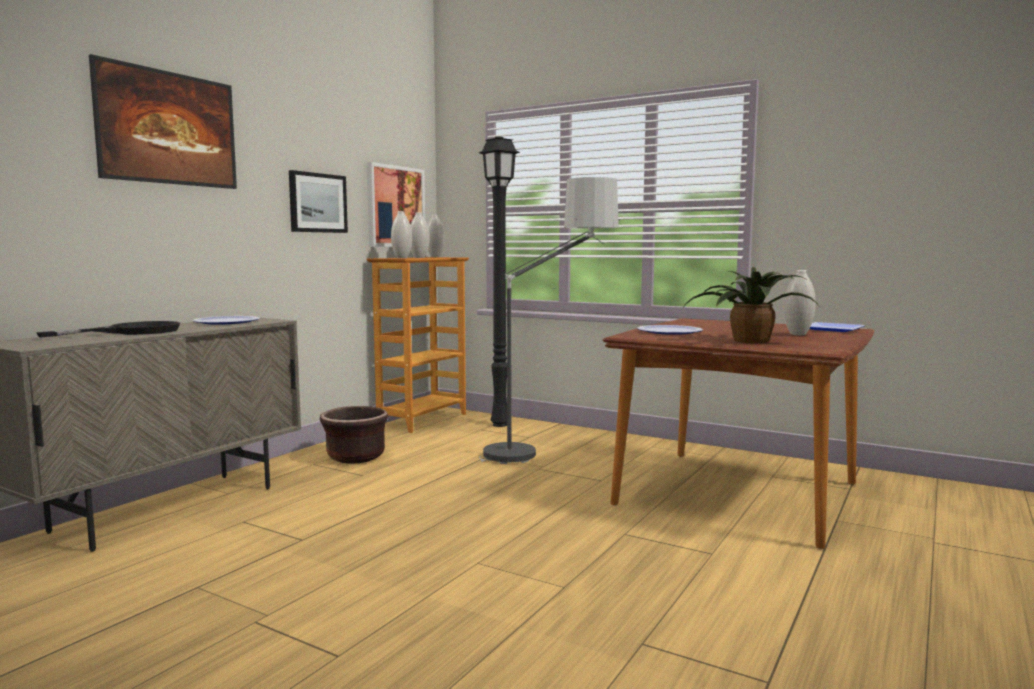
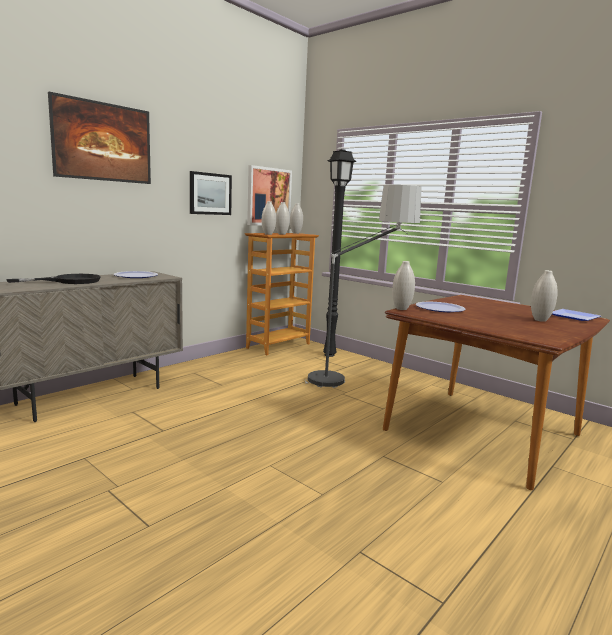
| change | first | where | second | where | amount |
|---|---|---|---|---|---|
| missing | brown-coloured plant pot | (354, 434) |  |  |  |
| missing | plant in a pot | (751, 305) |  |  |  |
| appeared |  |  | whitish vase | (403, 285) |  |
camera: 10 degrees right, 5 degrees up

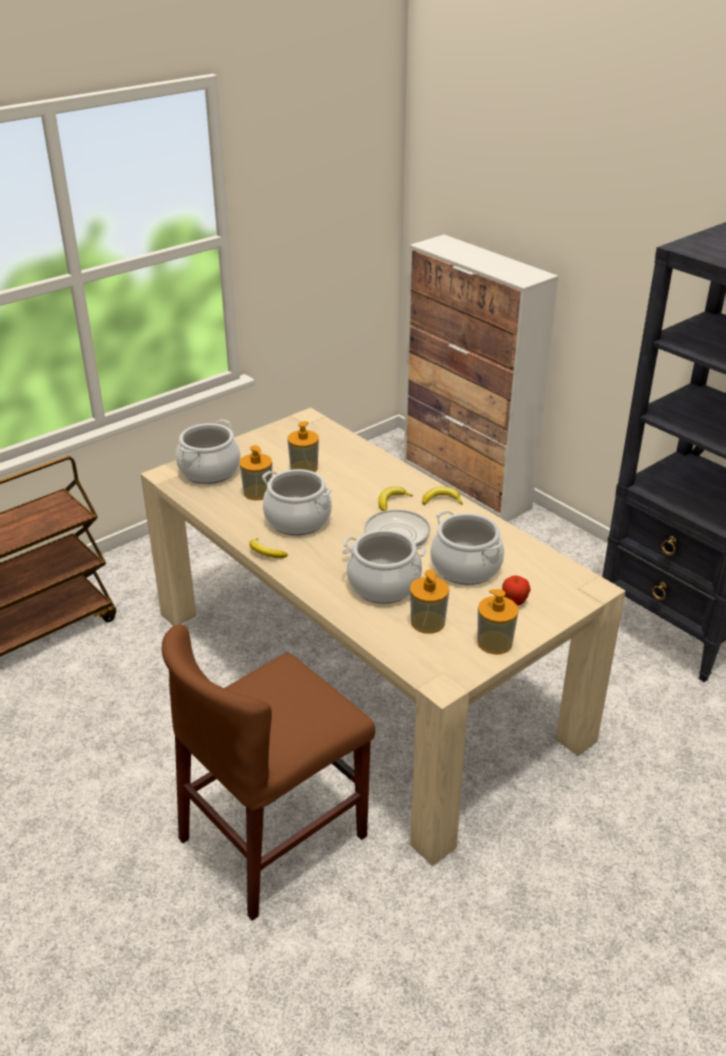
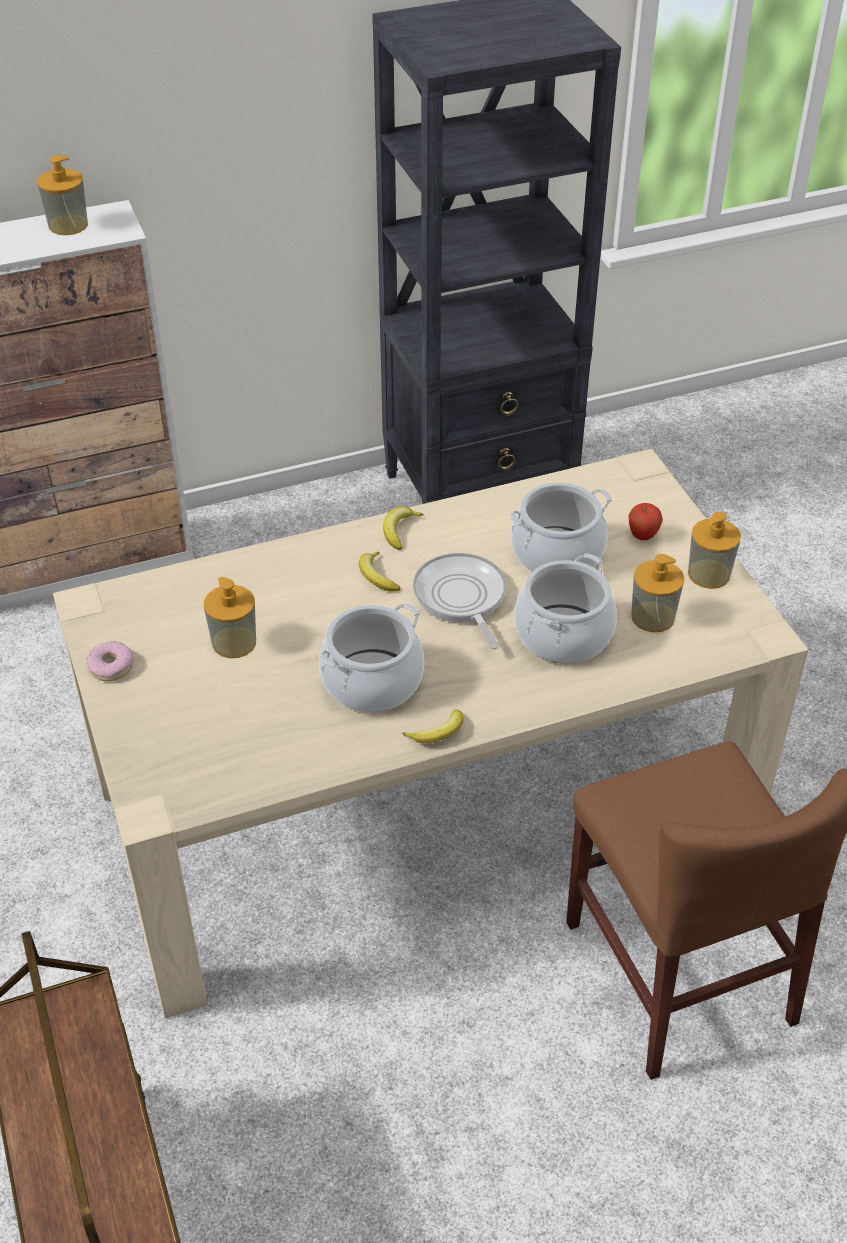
| change | first | where | second | where | amount |
|---|---|---|---|---|---|
| missing | stockpot | (208, 452) |  |  |  |
| appeared |  |  | donut | (110, 661) |  |
| relocated | soap dispenser | (255, 472) |  | (62, 195) |  |
camera: 70 degrees left, 10 degrees up

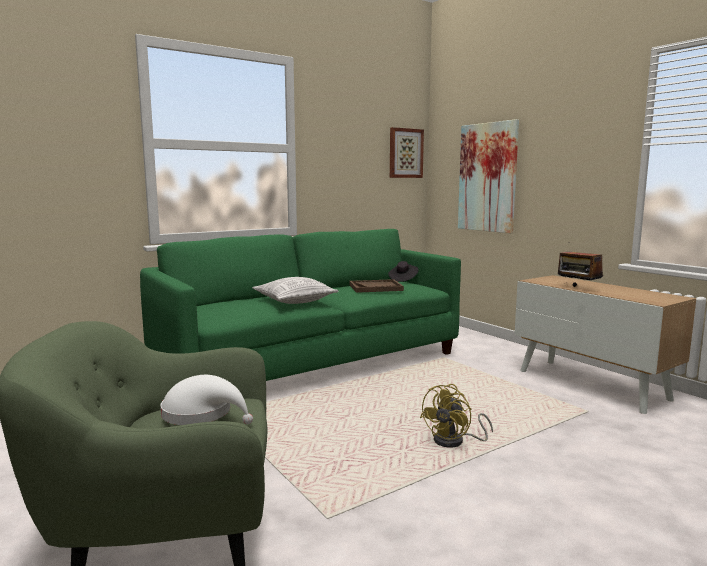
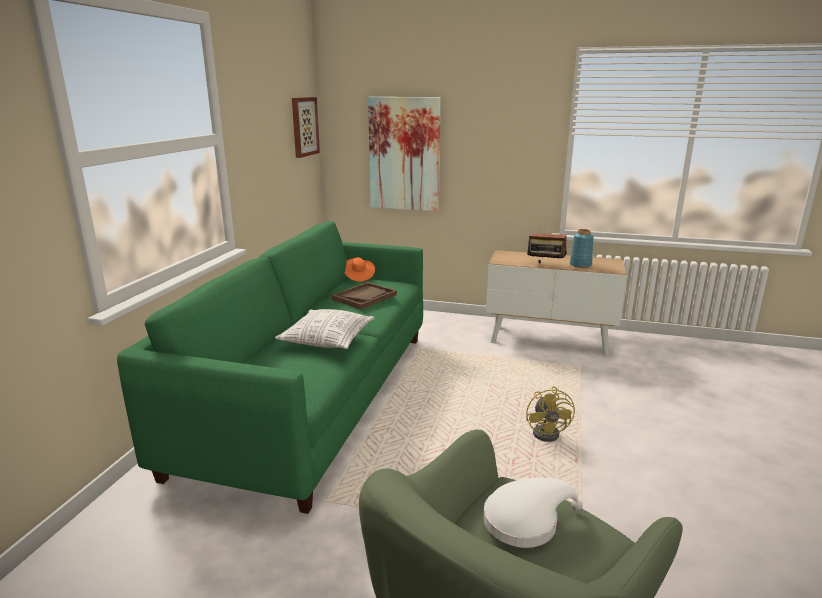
| change | first | where | second | where | amount |
|---|---|---|---|---|---|
| appeared |  |  | blue vase | (582, 248) |  |
| colour | blackish clothing hat | (403, 271) | orange-coloured clothing hat | (359, 269) |  |
camera: 40 degrees left, 10 degrees up

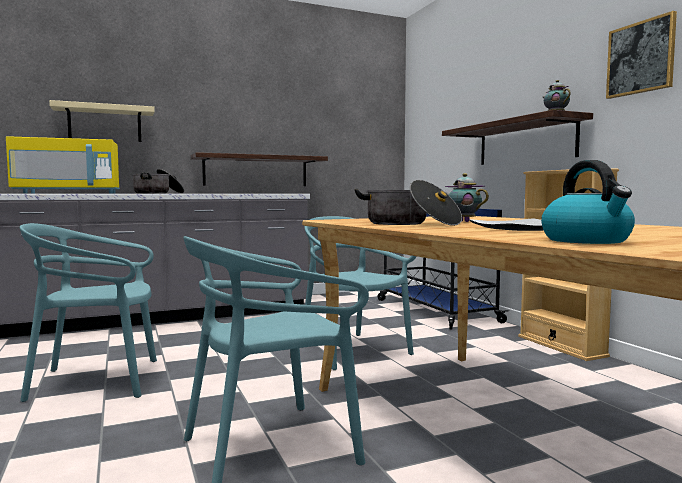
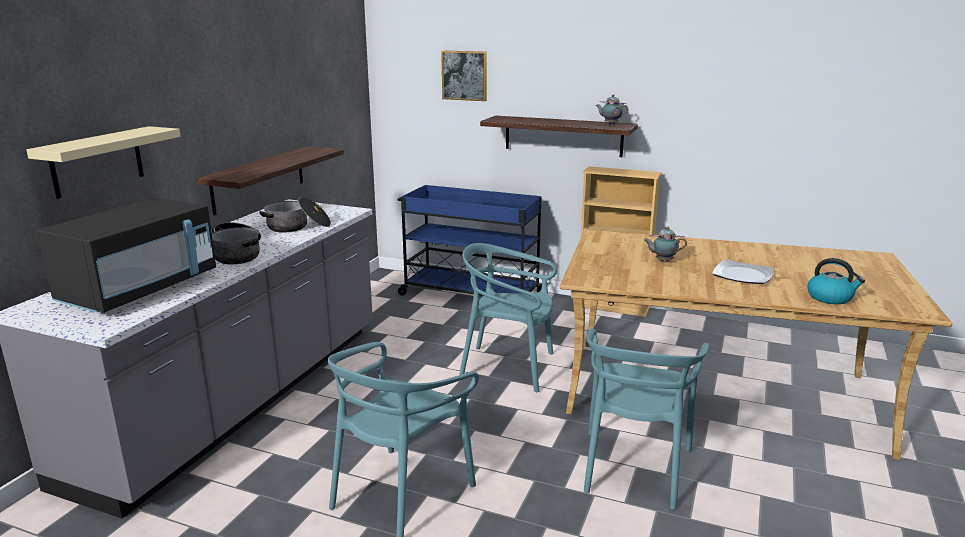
| change | first | where | second | where | amount |
|---|---|---|---|---|---|
| relocated | stockpot | (408, 203) |  | (295, 215) |  |
| relocated | wall picture | (641, 55) |  | (464, 76) |  |
| colour | yellow-coloured microwave | (63, 164) | blackish microwave | (126, 255) |  |
camera: 45 degrees left, 15 degrees up

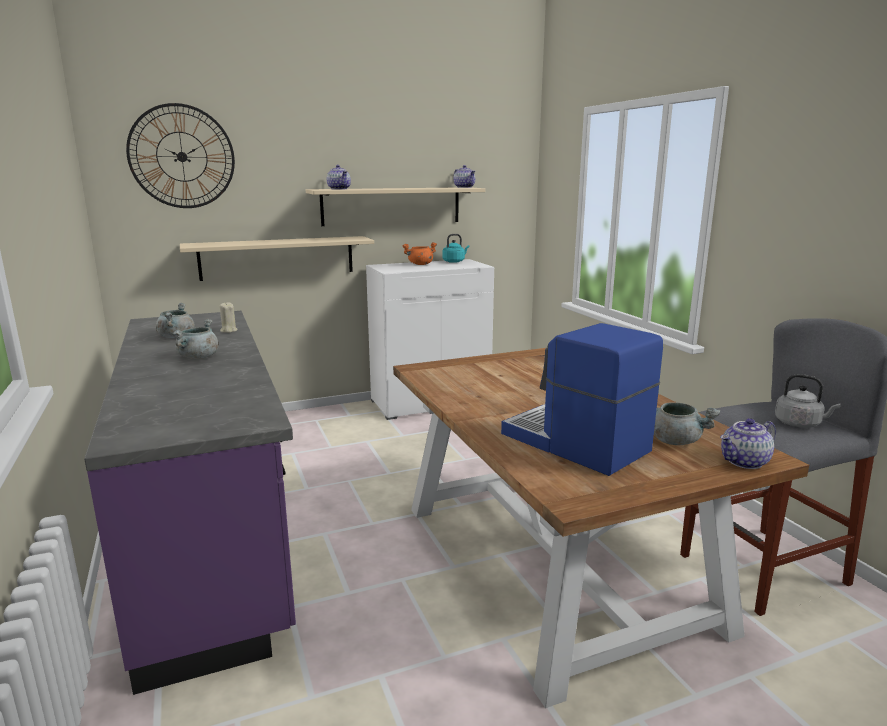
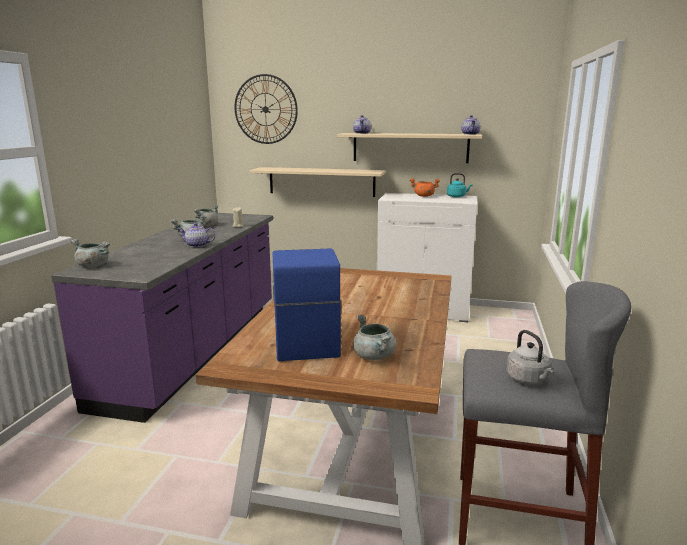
| change | first | where | second | where | amount |
|---|---|---|---|---|---|
| appeared |  |  | grey stockpot | (90, 253) |  |
| relocated | pot for tea | (748, 443) |  | (197, 235) |  |
camera: 35 degrees right, 0 degrees up

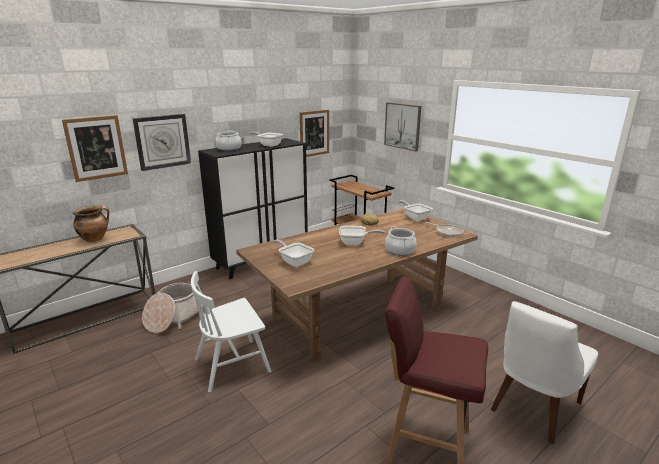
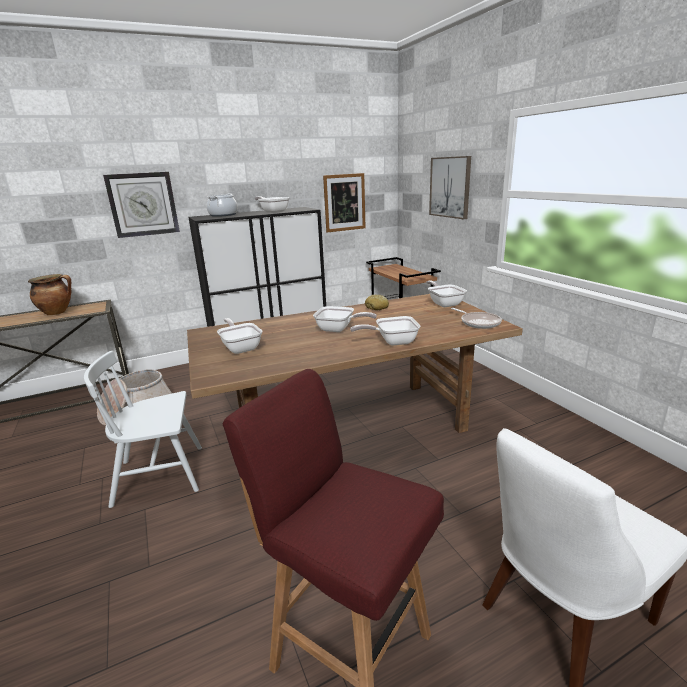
| change | first | where | second | where | amount |
|---|---|---|---|---|---|
| missing | wall picture | (95, 148) |  |  |  |
| exchanged | stockpot | (401, 241) | frying pan | (385, 331) |  |
camera: 15 degrees right, 0 degrees up

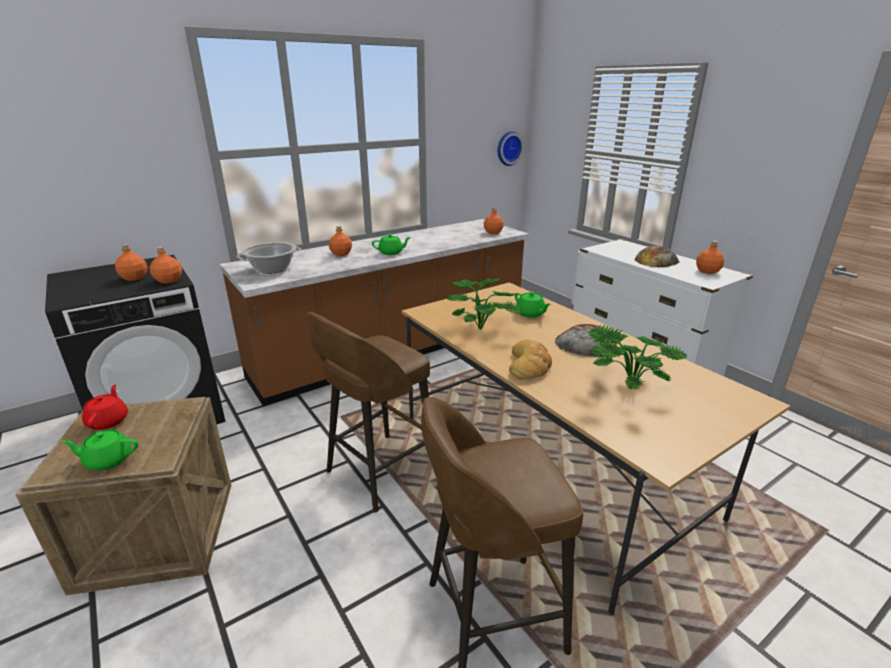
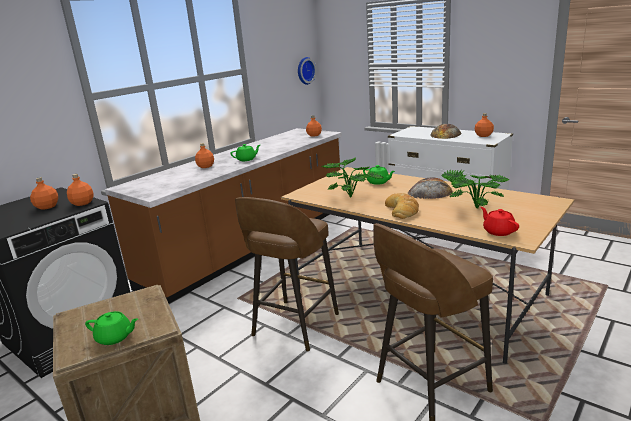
| change | first | where | second | where | amount |
|---|---|---|---|---|---|
| missing | stockpot | (268, 258) |  |  |  |
| relocated | reddish pot for tea | (105, 407) |  | (500, 221) |  |
| spun | greenish pot for tea | (99, 449) |  | (111, 328) | 150 degrees counterclockwise |
camera: 15 degrees left, 5 degrees down

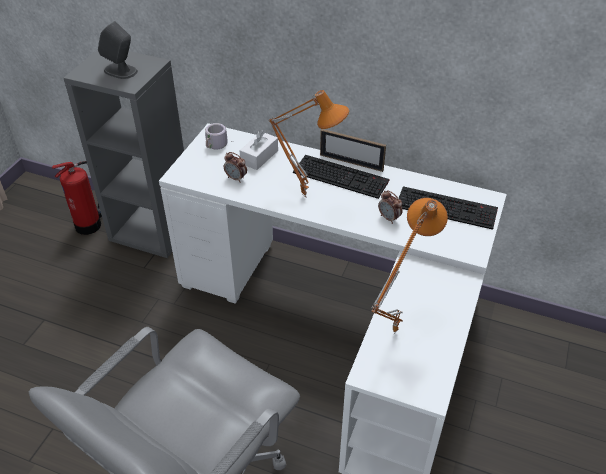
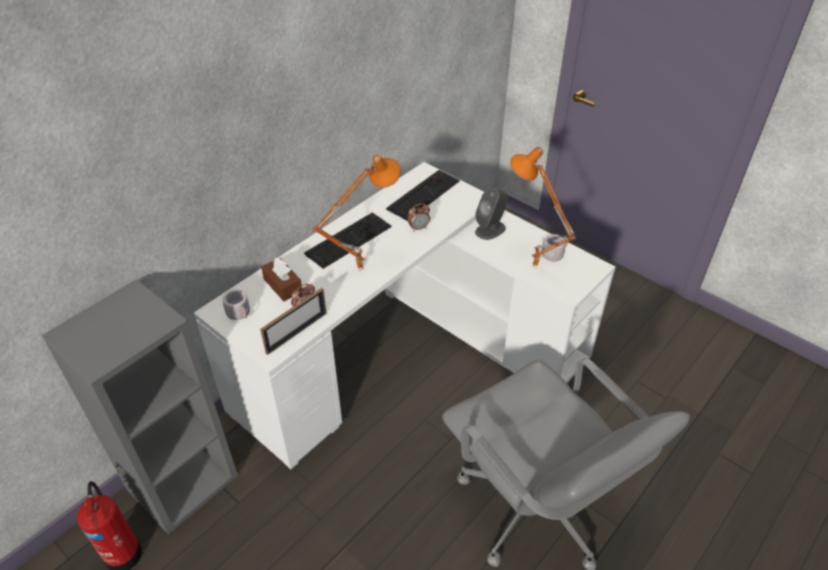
| change | first | where | second | where | amount |
|---|---|---|---|---|---|
| appeared |  |  | grey tea mug | (555, 248) |  |
| relocated | grey speaker | (118, 50) |  | (491, 214) |  |
| relocated | standing frame | (353, 150) |  | (293, 321) |  |
| colour | whitish box of tissues | (258, 149) | brown-coloured box of tissues | (281, 279) |  |
camera: 70 degrees left, 0 degrees up

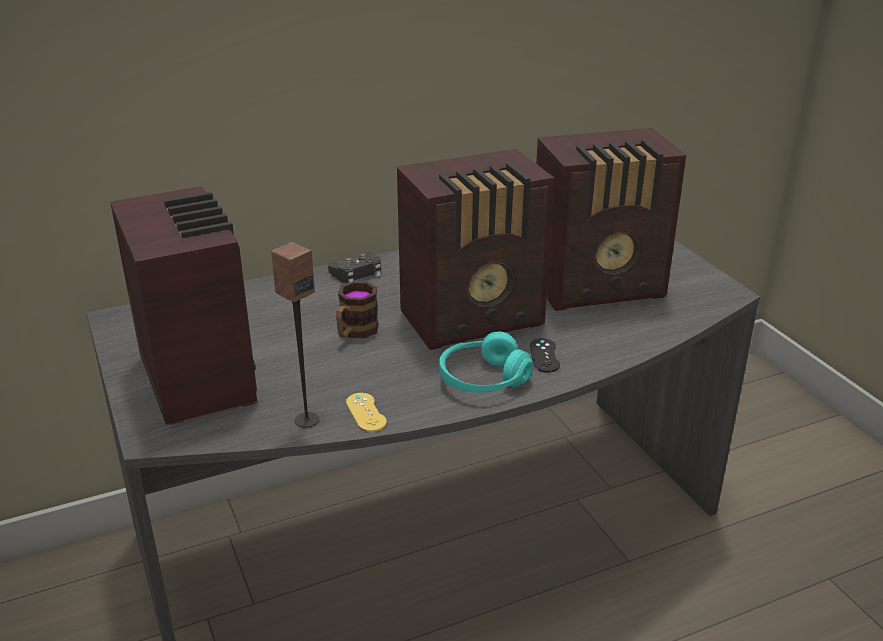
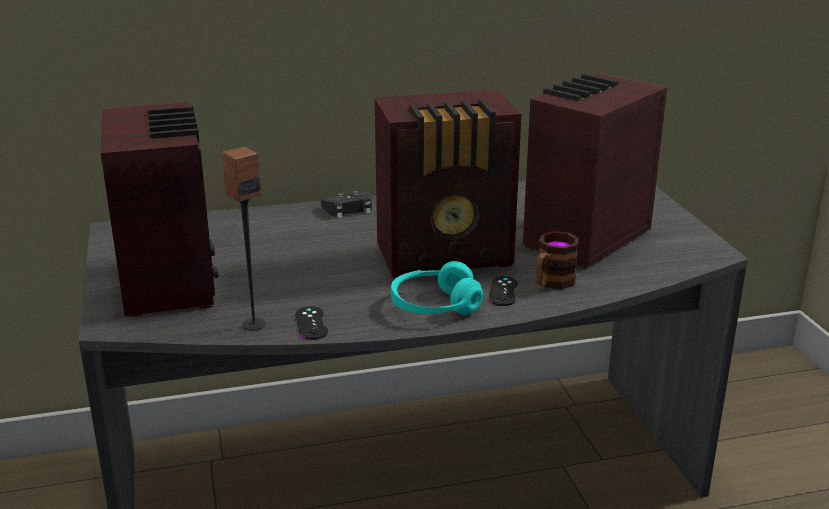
| change | first | where | second | where | amount |
|---|---|---|---|---|---|
| relocated | tea mug | (357, 309) |  | (557, 260) |  |
| colour | yellow-coloured game controller | (366, 412) | blackish game controller | (312, 323) |  |
| spun | radio | (611, 219) |  | (595, 170) | 135 degrees clockwise |
camera: 10 degrees right, 5 degrees down

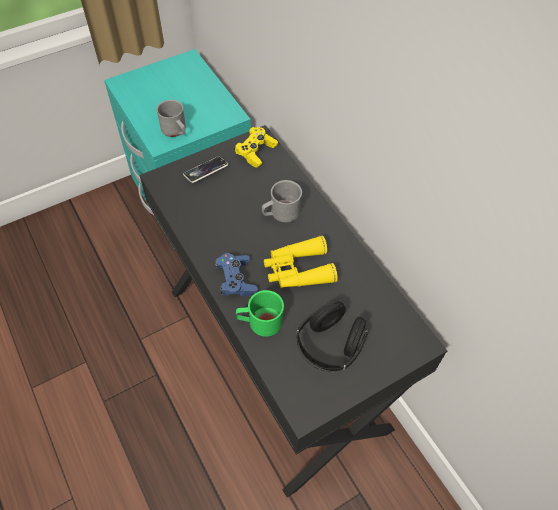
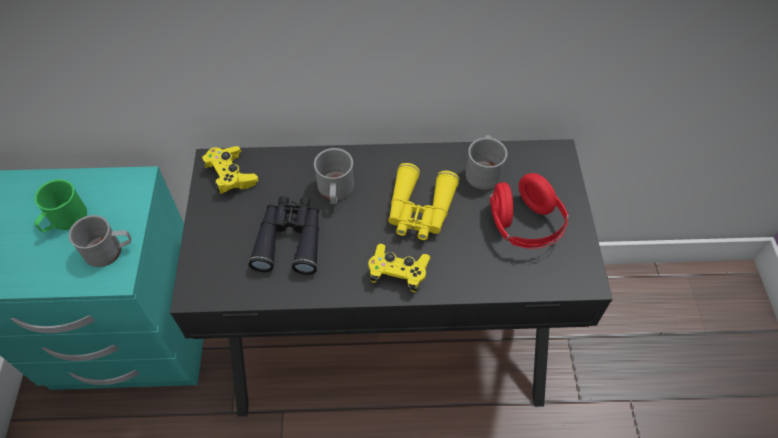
| change | first | where | second | where | amount |
|---|---|---|---|---|---|
| missing | telephone | (205, 169) |  |  |  |
| appeared |  |  | blackish pair of binoculars | (284, 235) |  |
| appeared |  |  | grey tea mug | (486, 162) |  |
| relocated | greenish tea mug | (260, 313) |  | (60, 205) |  |
| colour | blue game controller | (236, 274) | yellow-coloured game controller | (399, 268) |  |
| colour | blackish headphones | (332, 336) | reddish headphones | (529, 211) |  |
camera: 60 degrees left, 0 degrees up

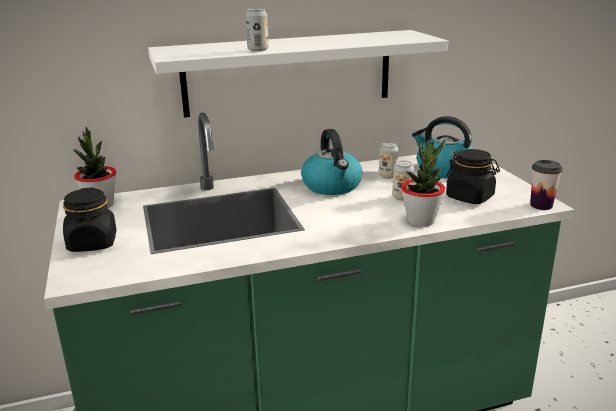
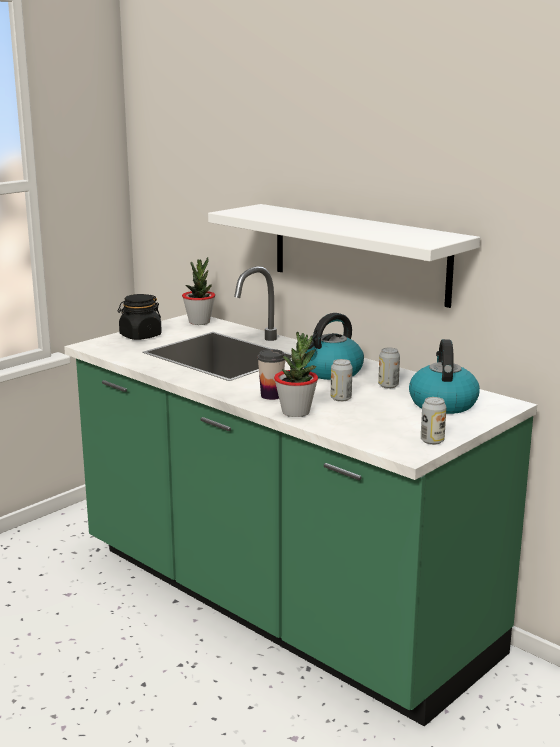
| change | first | where | second | where | amount |
|---|---|---|---|---|---|
| missing | blackish preserve jar | (473, 176) |  |  |  |
| relocated | sealed can | (257, 30) |  | (433, 421) |  |
| relocated | drinking cup | (546, 185) |  | (271, 374) |  |
camera: 60 degrees right, 5 degrees down

